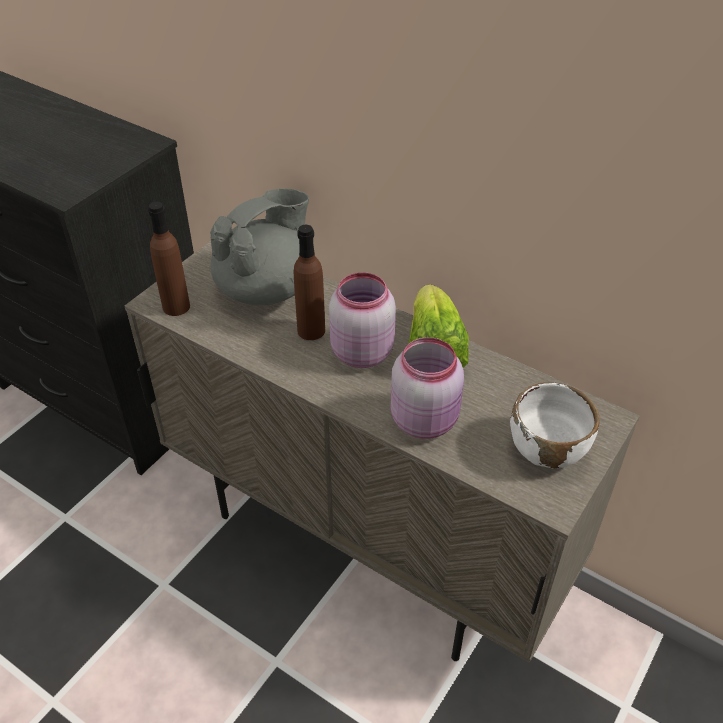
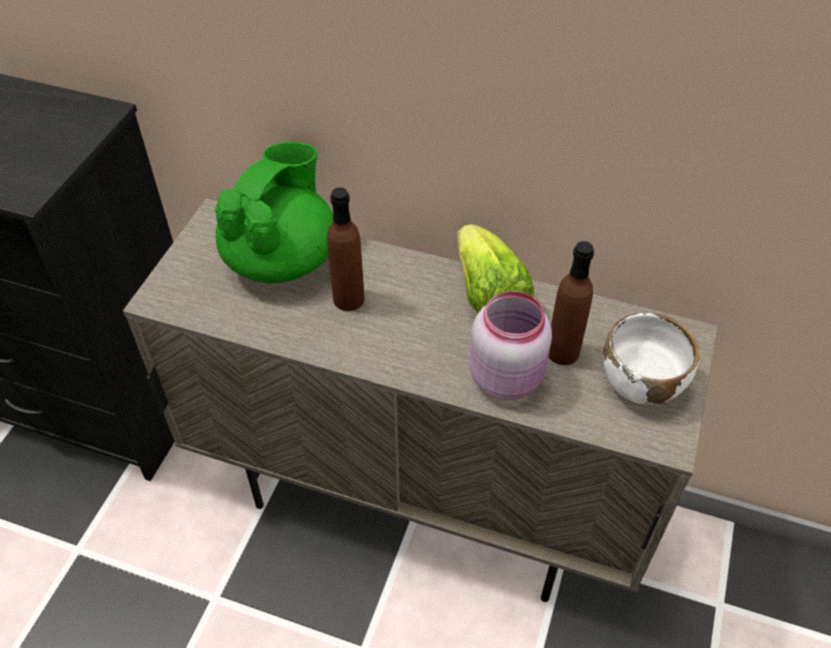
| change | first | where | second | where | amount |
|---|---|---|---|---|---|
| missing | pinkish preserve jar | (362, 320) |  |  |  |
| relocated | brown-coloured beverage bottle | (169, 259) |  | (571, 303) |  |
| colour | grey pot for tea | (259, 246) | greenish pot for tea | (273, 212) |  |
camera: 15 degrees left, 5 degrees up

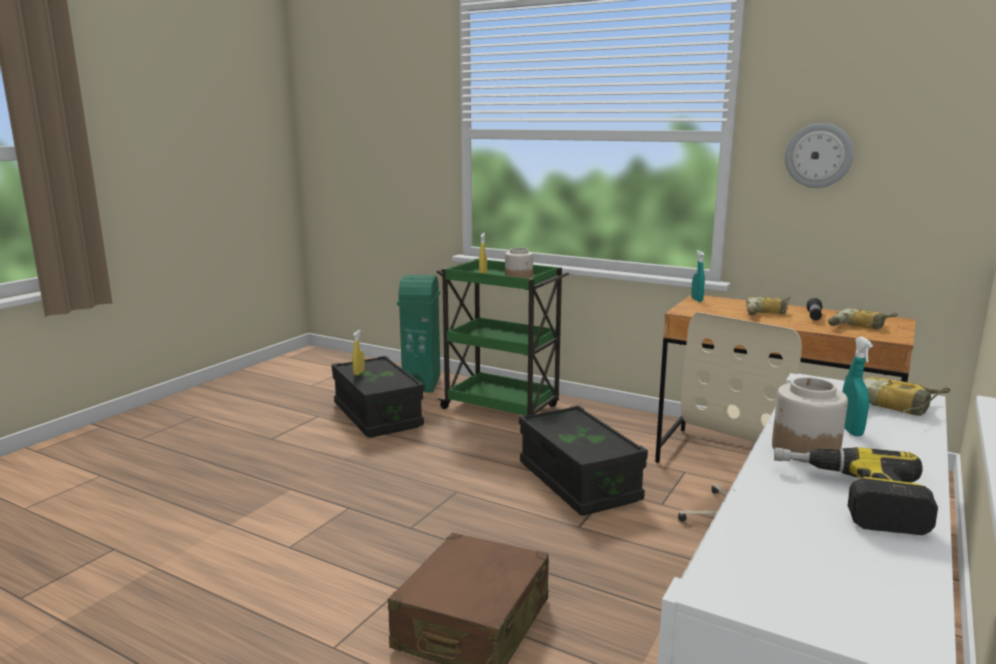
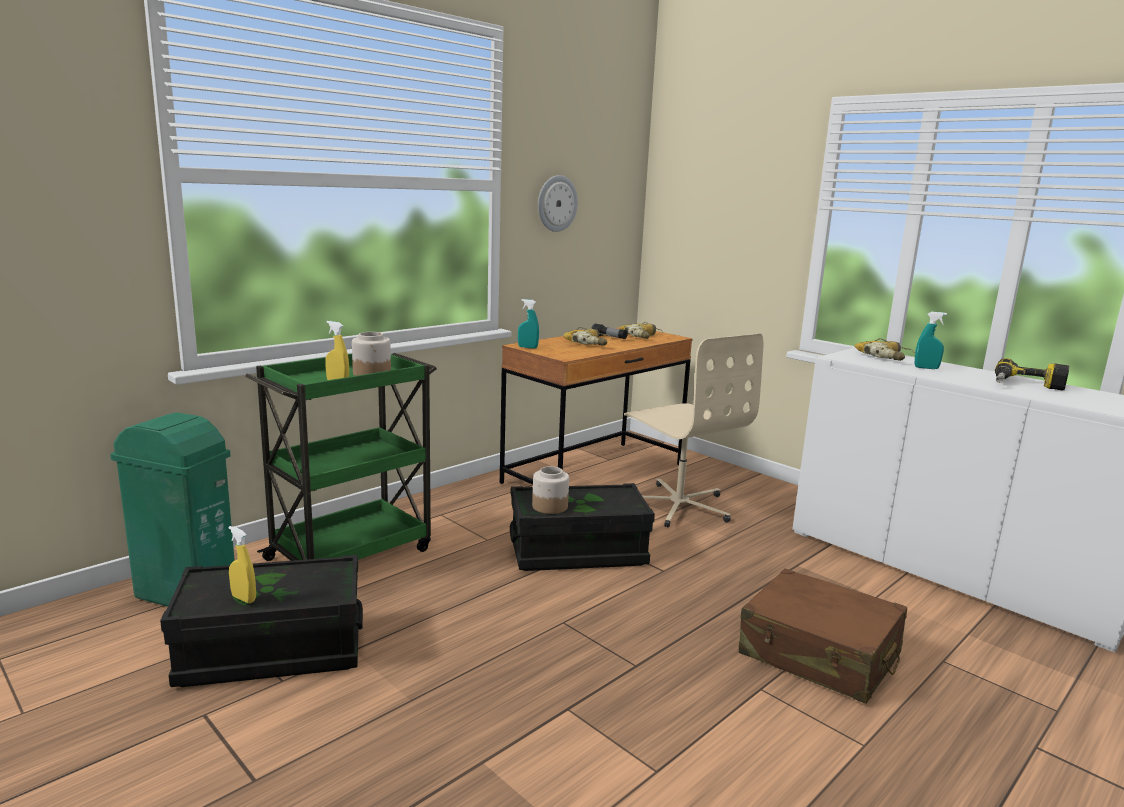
| change | first | where | second | where | amount |
|---|---|---|---|---|---|
| relocated | preserve jar | (810, 420) |  | (550, 490) |  |
camera: 75 degrees left, 0 degrees up

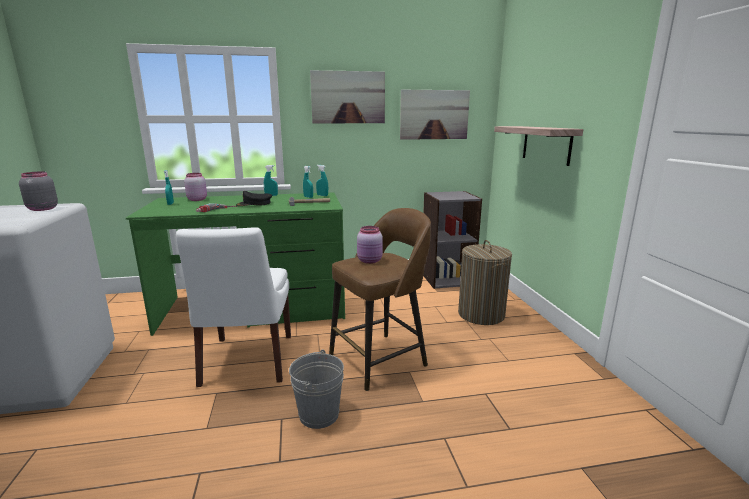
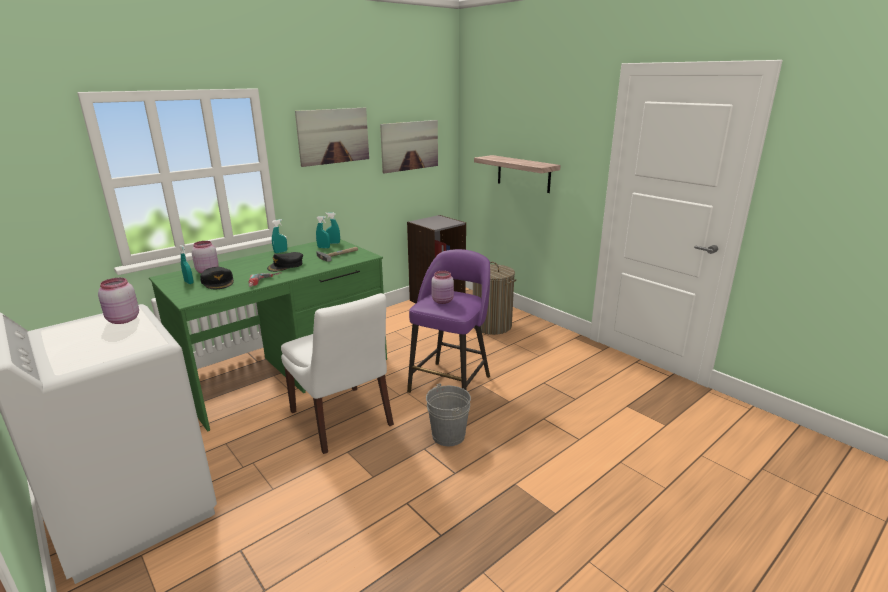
| change | first | where | second | where | amount |
|---|---|---|---|---|---|
| appeared |  |  | blackish baseball cap | (217, 278) |  |
| colour | grey preserve jar | (38, 191) | pinkish preserve jar | (118, 301) |  |
| colour | brown-coloured stool seat | (380, 299) | purple-coloured stool seat | (448, 321) |  |
camera: 30 degrees left, 5 degrees up

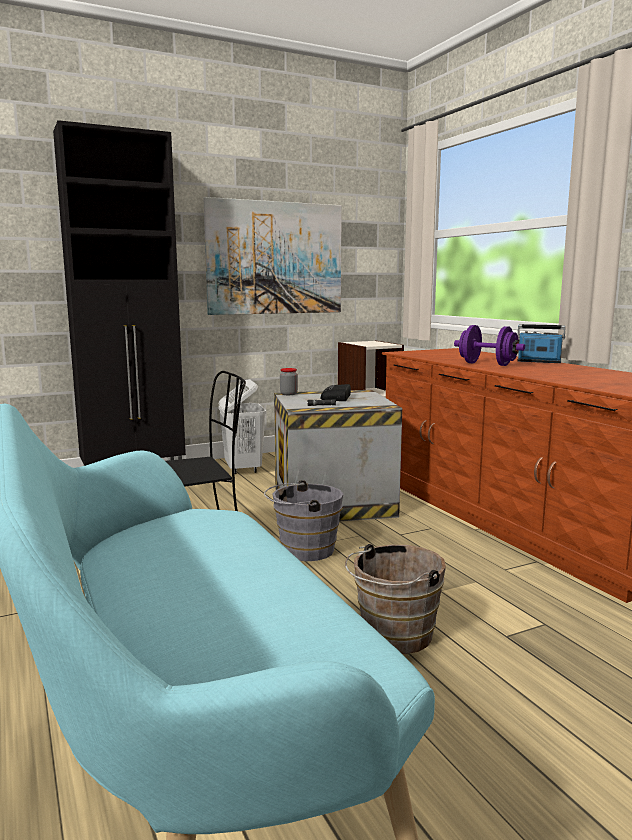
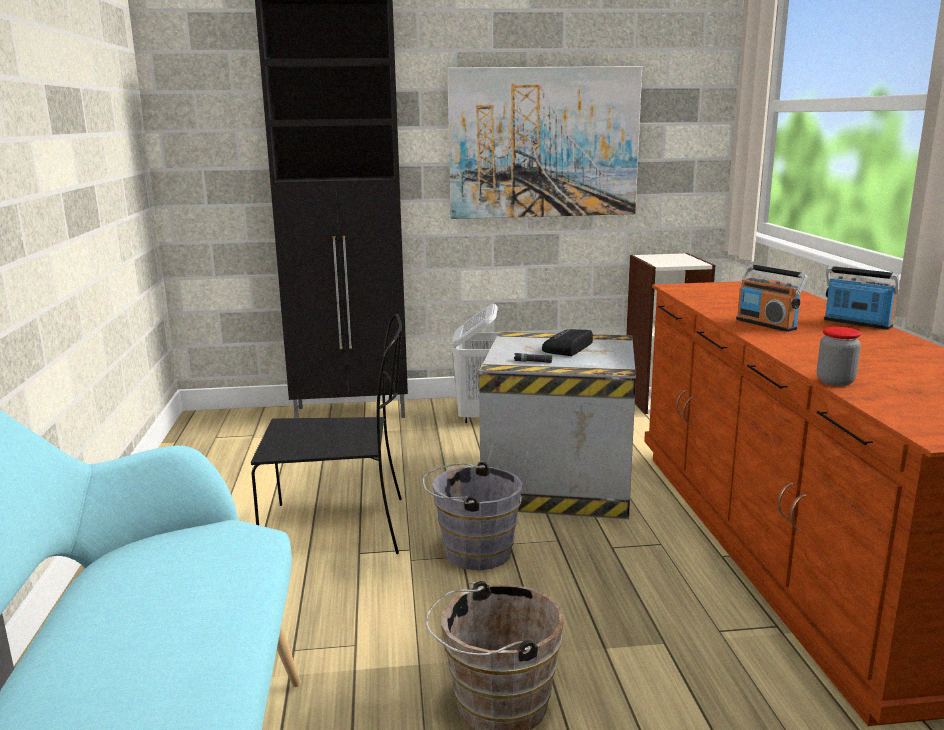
| change | first | where | second | where | amount |
|---|---|---|---|---|---|
| relocated | preserve jar | (289, 381) |  | (839, 356) |  |
| exchanged | purple-coloured free weight | (489, 345) | radio | (772, 298) |  |
camera: 20 degrees right, 5 degrees up

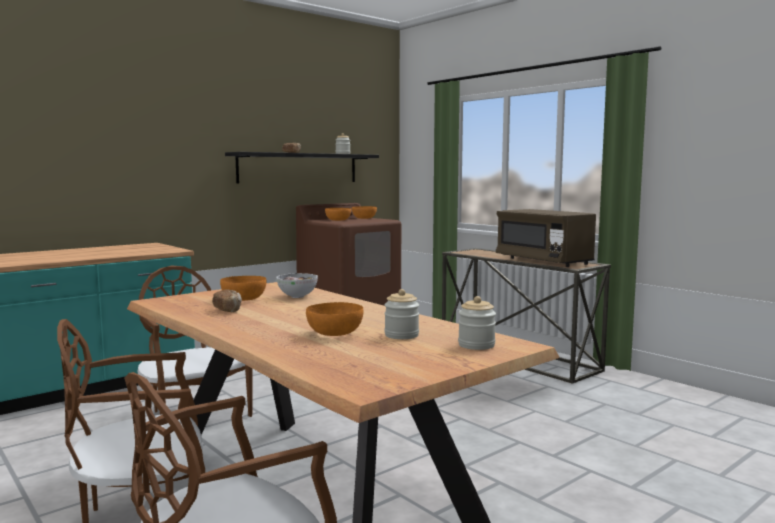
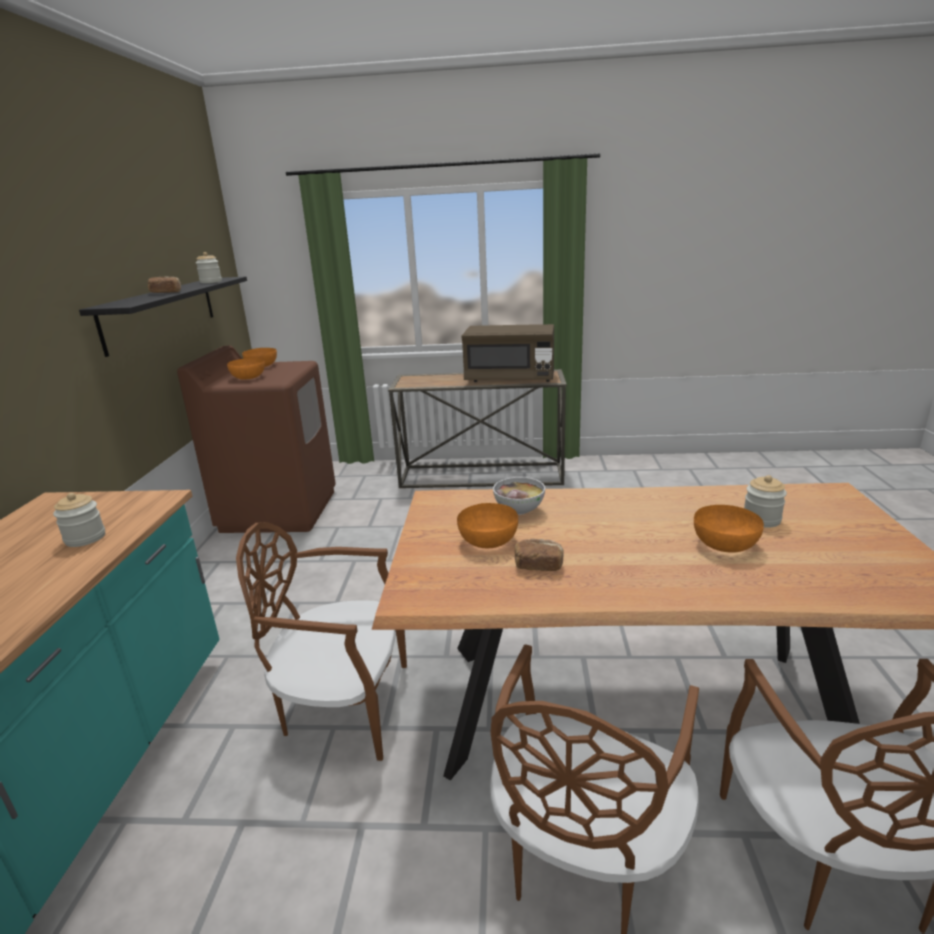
| change | first | where | second | where | amount |
|---|---|---|---|---|---|
| relocated | preserve jar | (477, 323) |  | (79, 520) |  |
camera: 45 degrees left, 15 degrees up

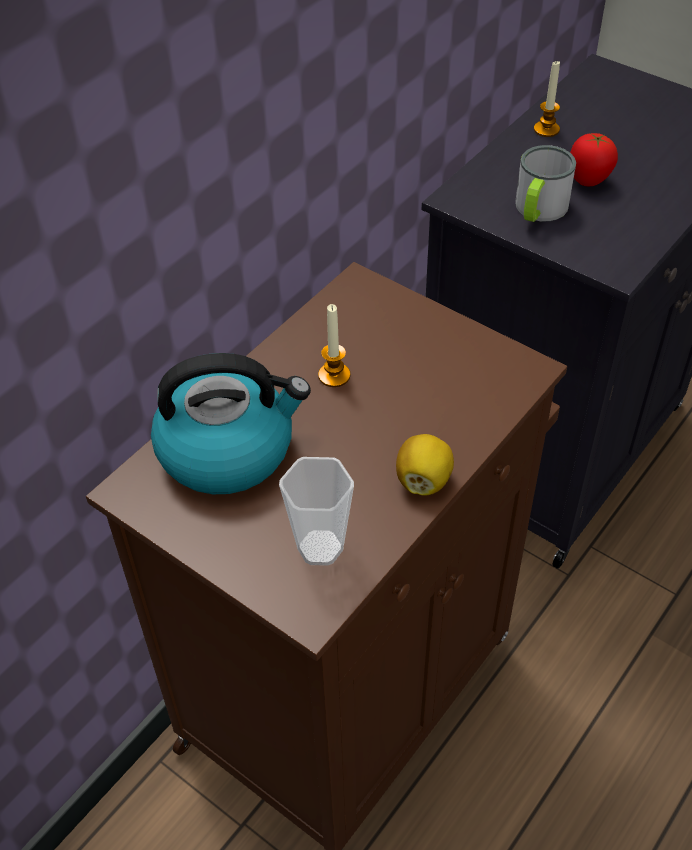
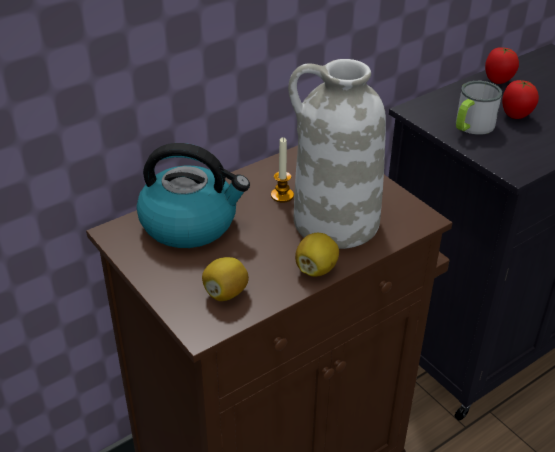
| change | first | where | second | where | amount |
|---|---|---|---|---|---|
| appeared |  |  | whitish vase | (337, 154) |  |
| exchanged | drinking cup | (316, 511) | lemon | (225, 279) |  |
| exchanged | wax light | (547, 98) | fresh tomato | (502, 65) |  |
camera: 15 degrees right, 10 degrees down

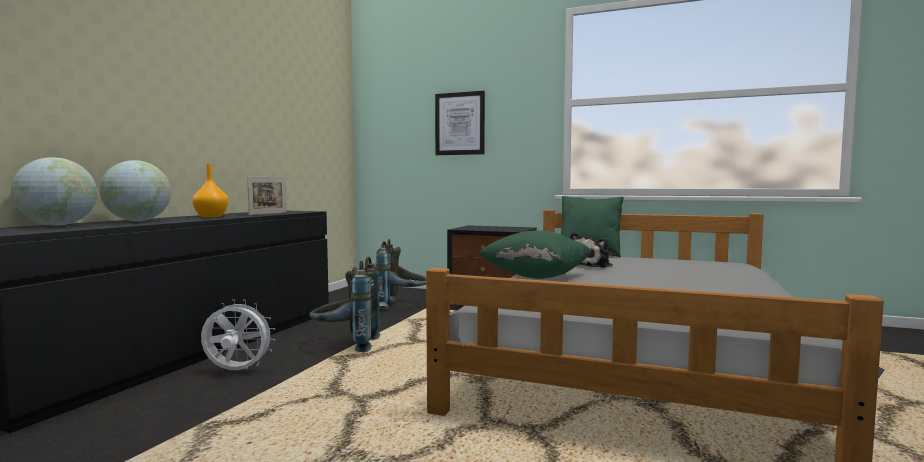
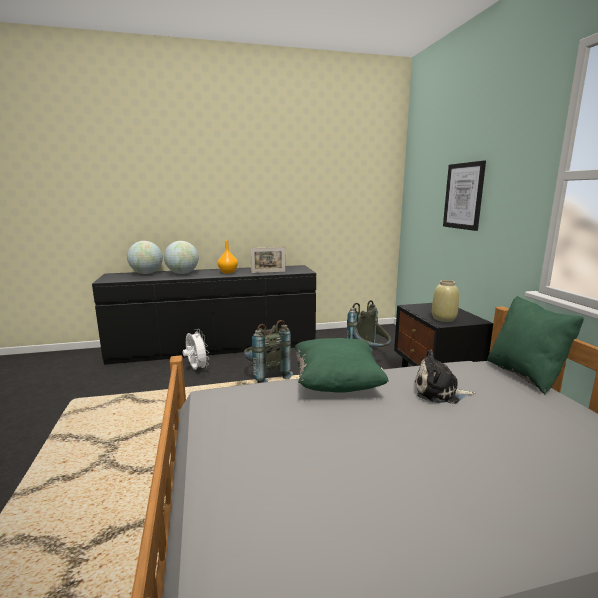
| change | first | where | second | where | amount |
|---|---|---|---|---|---|
| appeared |  |  | sand-coloured vase | (445, 301) |  |
camera: 55 degrees right, 10 degrees up

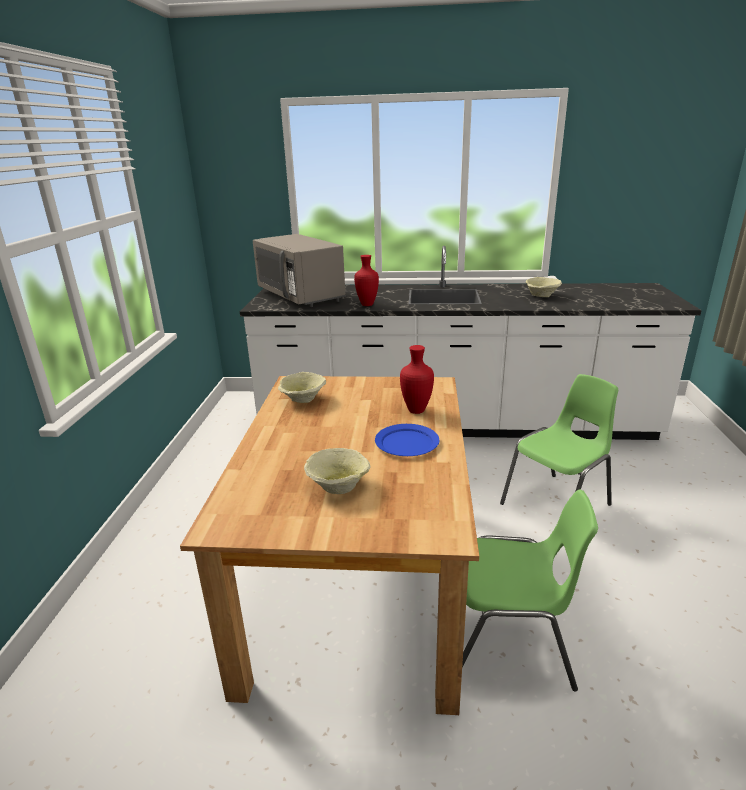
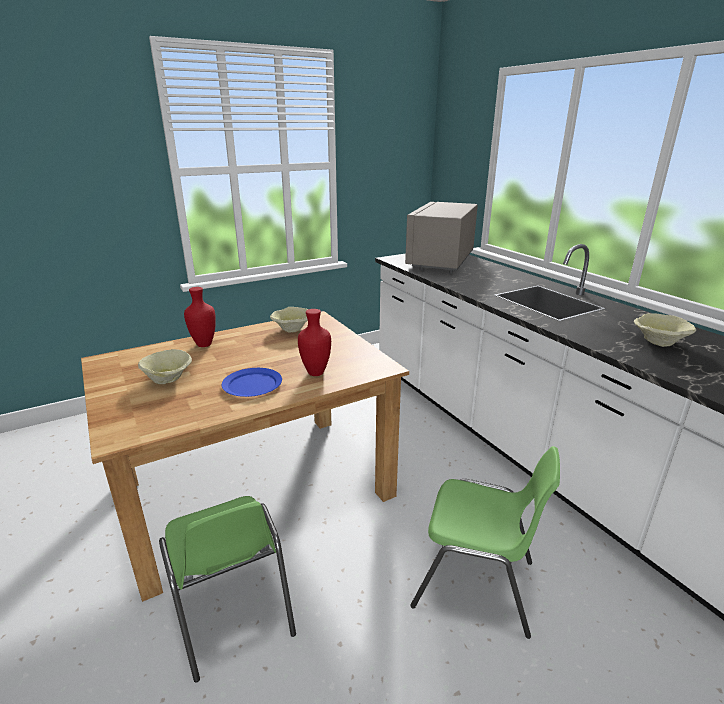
| change | first | where | second | where | amount |
|---|---|---|---|---|---|
| relocated | reddish vase | (366, 280) |  | (200, 317) |  |
camera: 55 degrees right, 0 degrees up

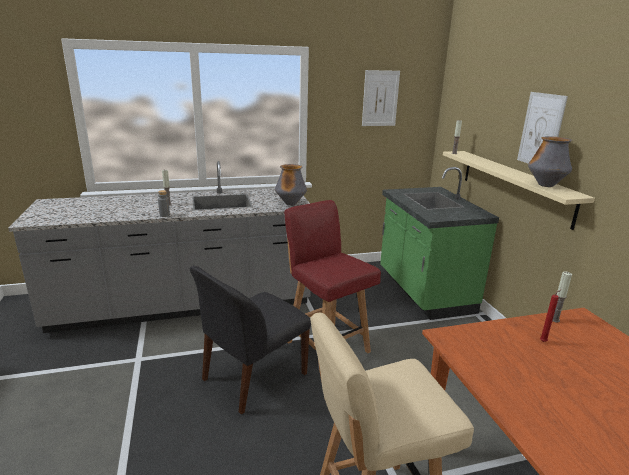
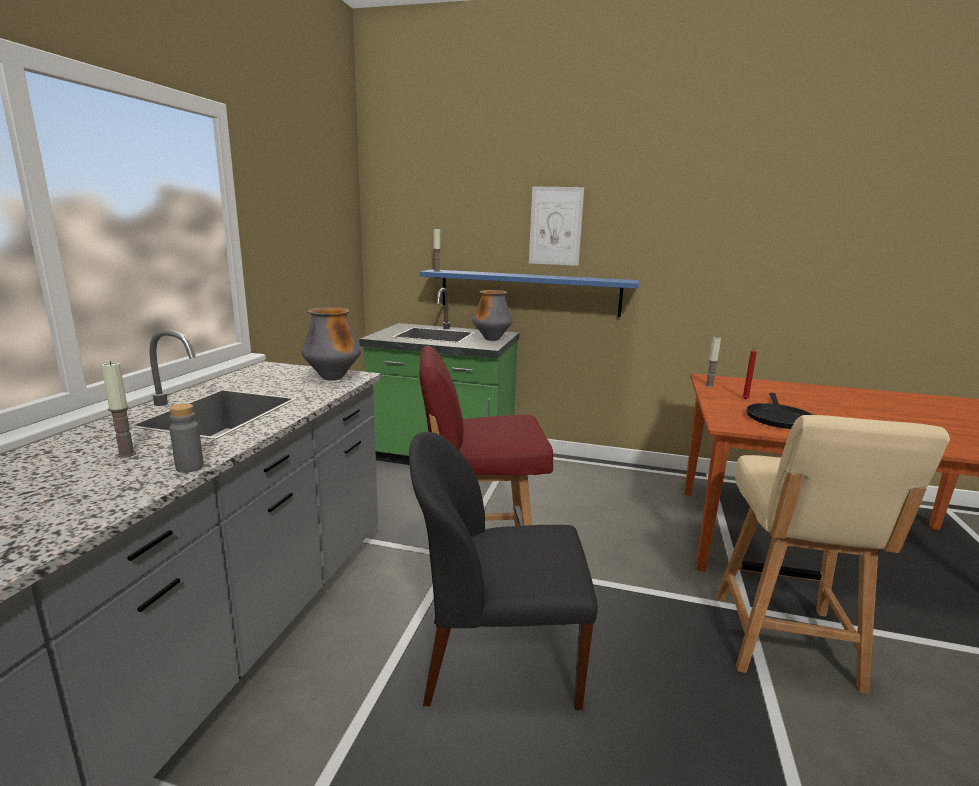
| change | first | where | second | where | amount |
|---|---|---|---|---|---|
| missing | wall picture | (381, 98) |  |  |  |
| appeared |  |  | blackish frying pan | (779, 411) |  |
| relocated | vase | (550, 161) |  | (492, 315) |  |
| colour | sand-coloured bracket shelf | (519, 190) | blue bracket shelf | (529, 293) |  |
| spun | blackish plain chair | (250, 340) |  | (503, 571) | 105 degrees clockwise |
camera: 60 degrees left, 5 degrees down

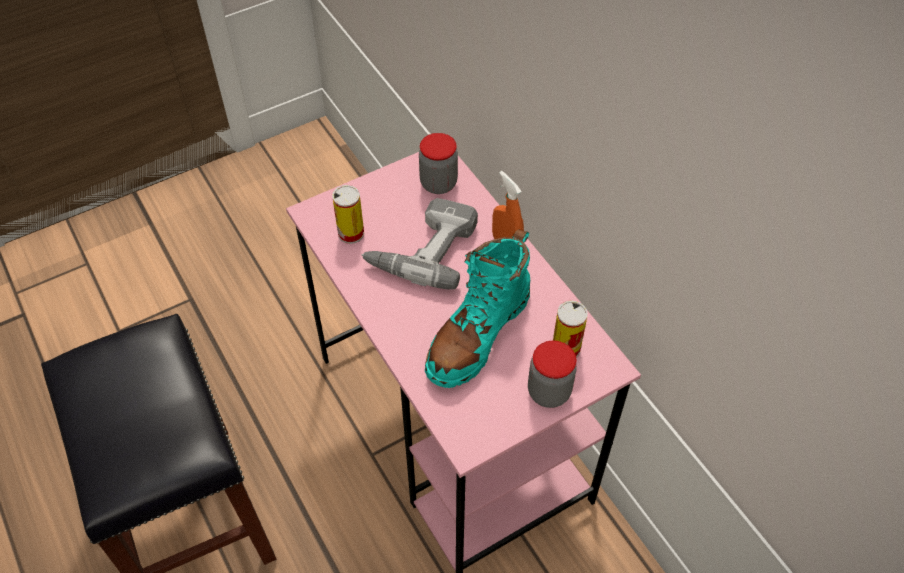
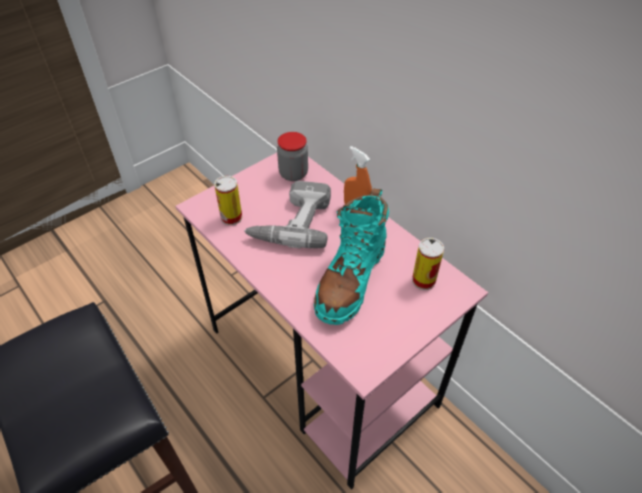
| change | first | where | second | where | amount |
|---|---|---|---|---|---|
| missing | preserve jar | (552, 374) |  |  |  |
camera: 10 degrees left, 5 degrees down

